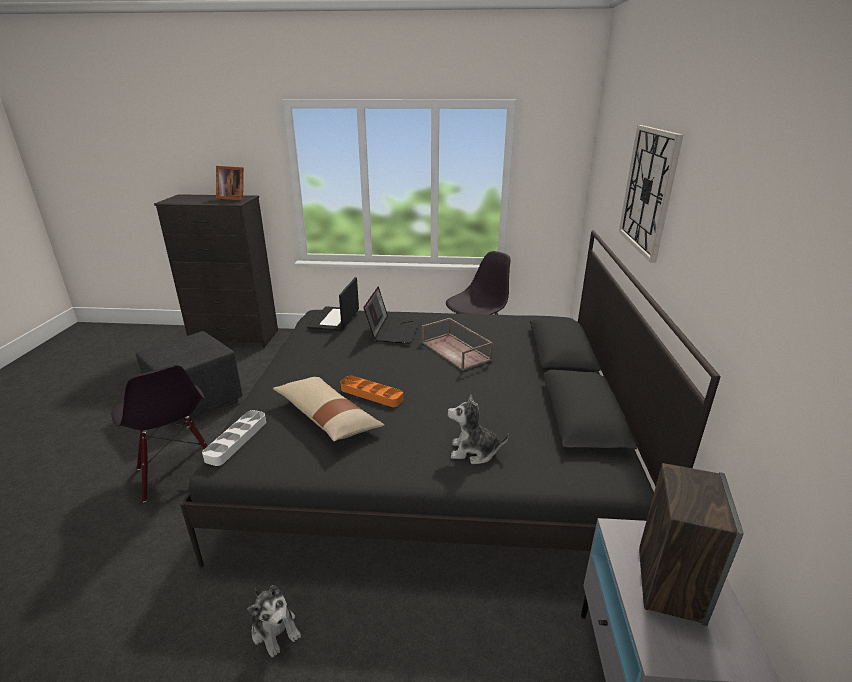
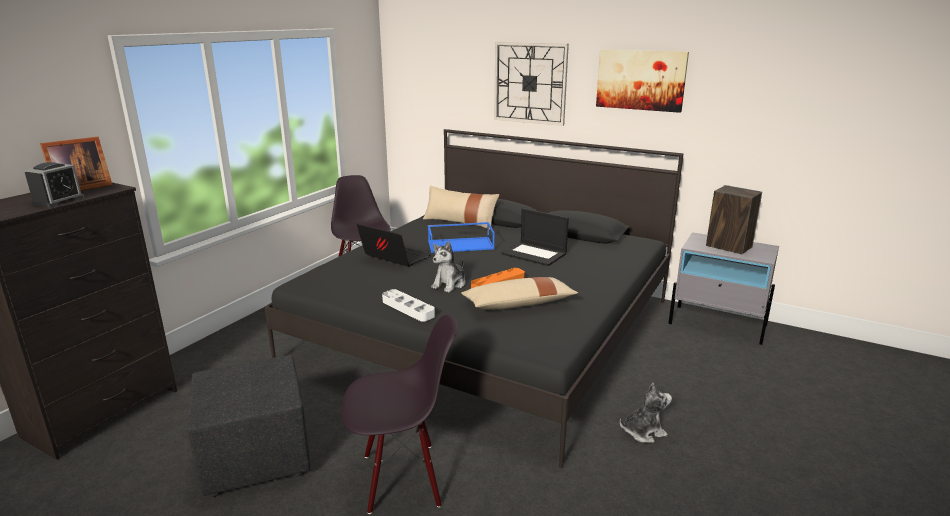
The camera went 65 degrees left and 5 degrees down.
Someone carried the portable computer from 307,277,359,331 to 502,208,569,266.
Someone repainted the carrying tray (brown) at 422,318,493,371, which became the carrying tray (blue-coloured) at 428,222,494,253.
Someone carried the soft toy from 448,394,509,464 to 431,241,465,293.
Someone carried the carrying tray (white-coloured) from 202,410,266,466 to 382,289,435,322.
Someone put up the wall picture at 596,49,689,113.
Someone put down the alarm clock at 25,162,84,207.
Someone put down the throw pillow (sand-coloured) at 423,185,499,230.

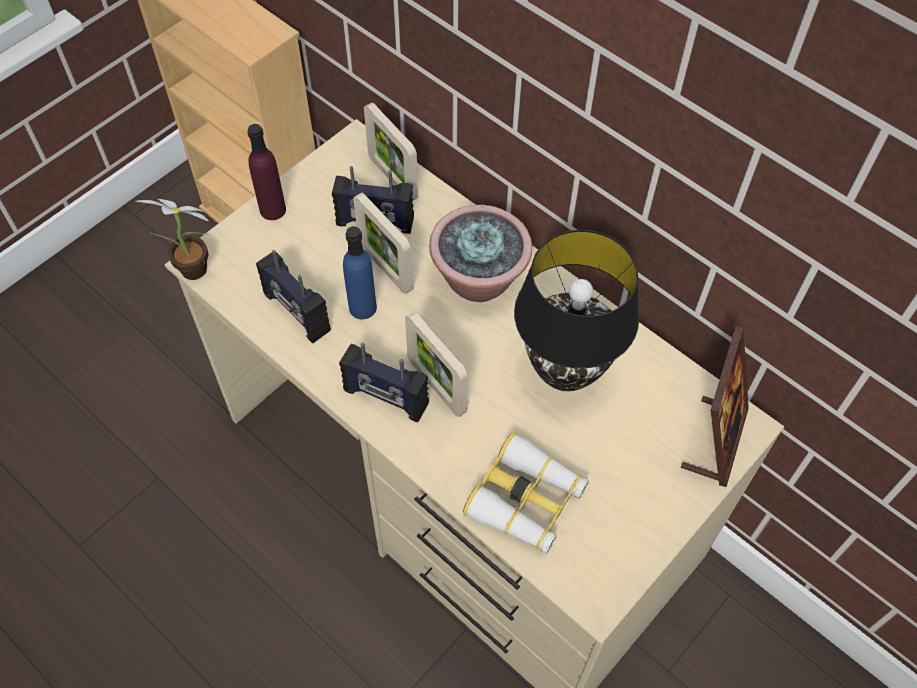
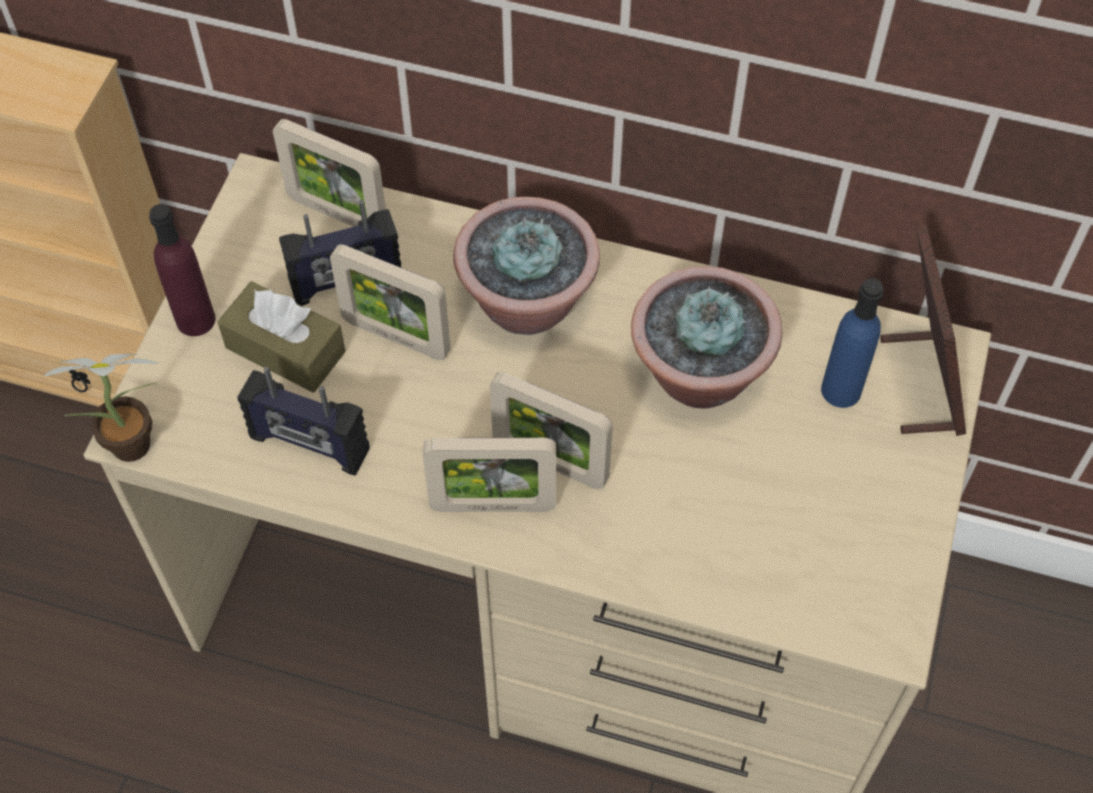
The camera went 25 degrees left and 0 degrees up.
Someone carried the drink bottle (blue-coloured) from 343,226,377,319 to 821,278,884,408.
Someone swapped the table lamp (blackish) at 514,230,639,391 for the houseplant at 631,266,782,409.
Someone swapped the radio at 339,343,429,422 for the picture frame at 423,438,556,512.
Someone took away the field glasses at 463,432,589,554.
Someone put down the tissue box (brown) at 217,281,346,393.

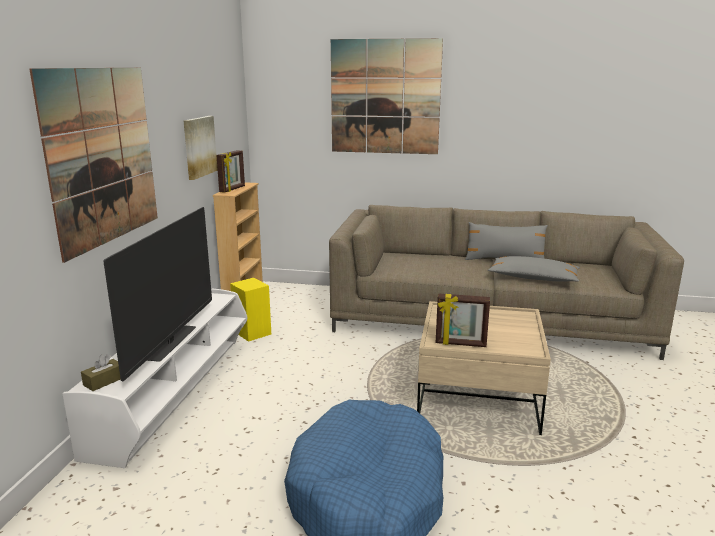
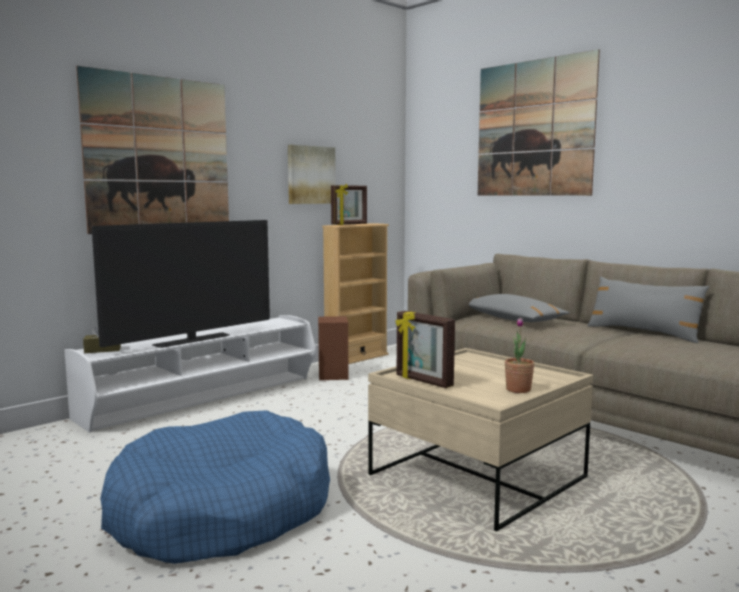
The camera went 35 degrees right and 10 degrees down.
Someone carried the throw pillow (gray) from 488,256,580,282 to 469,294,570,322.
Someone repainted the audio speaker (yellow) at 230,278,271,342, which became the audio speaker (brown) at 318,316,348,380.
Someone put down the houseplant at 505,317,535,393.

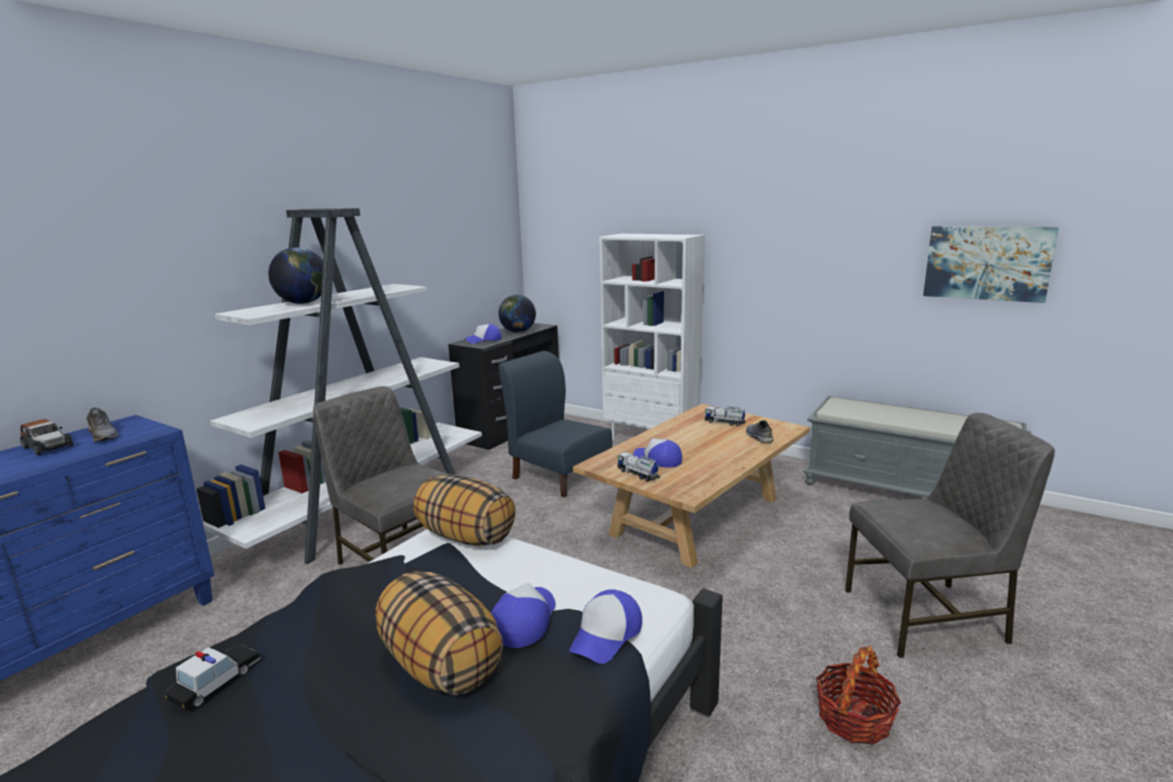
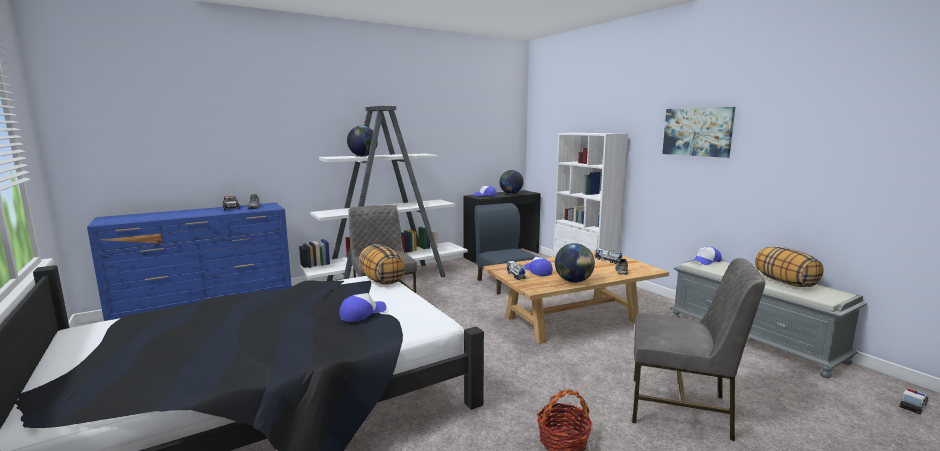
The camera went 25 degrees right and 5 degrees down.
Someone carried the wall picture from 923,226,1059,303 to 662,107,735,158.
Someone carried the throw pillow from 375,571,503,695 to 755,246,824,287.
Someone carried the cap from 570,589,642,664 to 693,247,722,265.
Someone carried the toy car from 164,644,261,711 to 899,388,929,414.
Someone put down the world globe at 555,243,595,283.

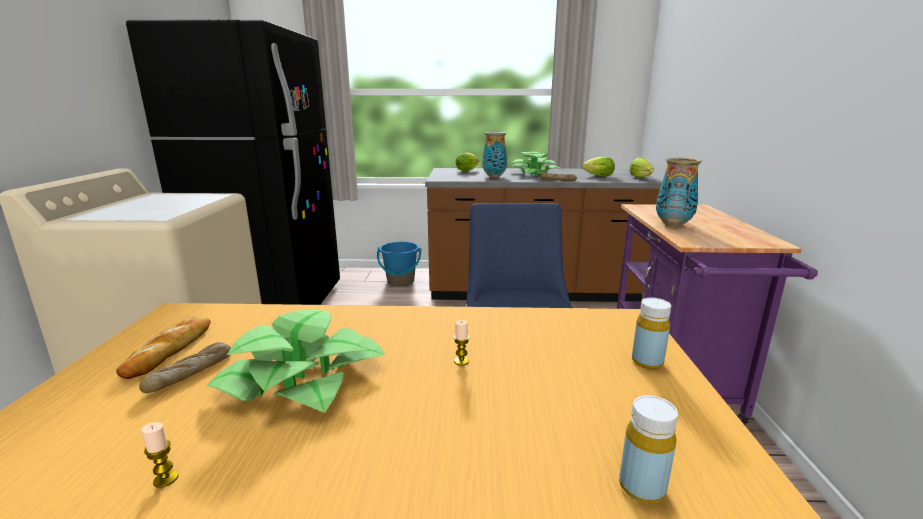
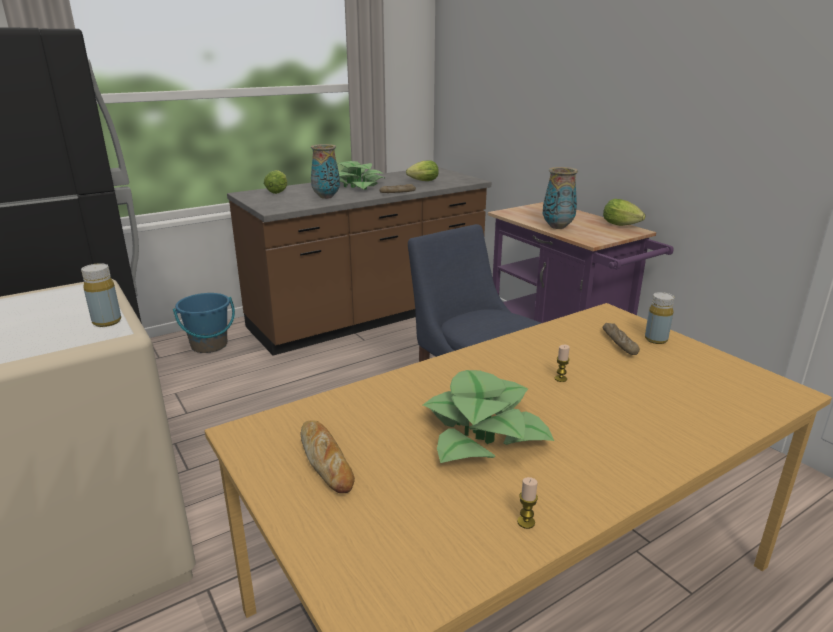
The camera went 35 degrees left and 5 degrees up.
Someone carried the lettuce head from 629,157,654,178 to 603,199,646,226.
Someone carried the bakery bread from 139,342,231,393 to 603,323,640,355.
Someone carried the drink bottle (yellow) from 619,395,678,504 to 81,263,121,327.

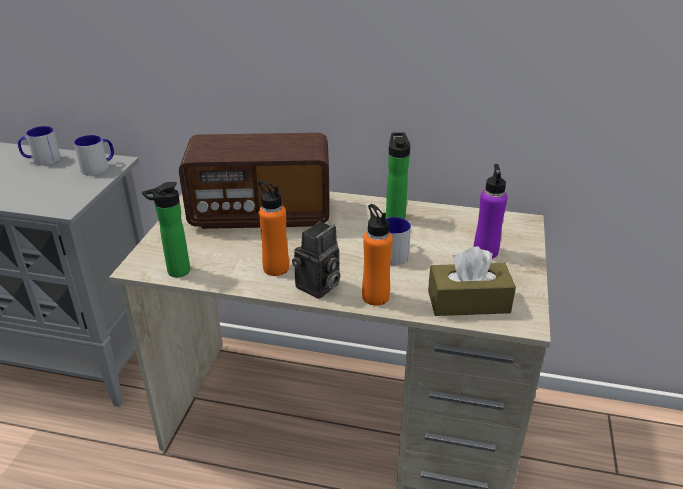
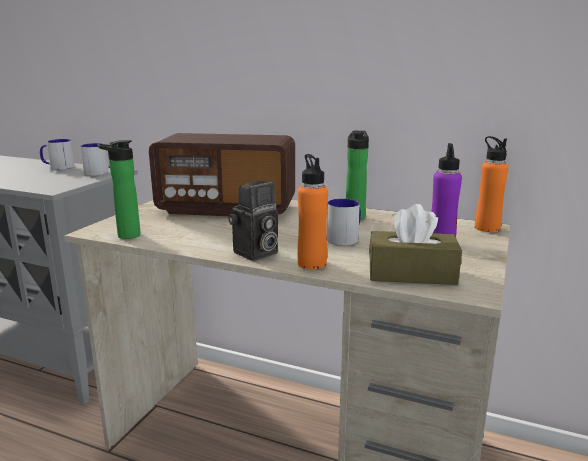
The camera went 10 degrees right and 15 degrees down.
Someone carried the drink bottle (orangey) from 258,180,289,276 to 475,136,509,232.

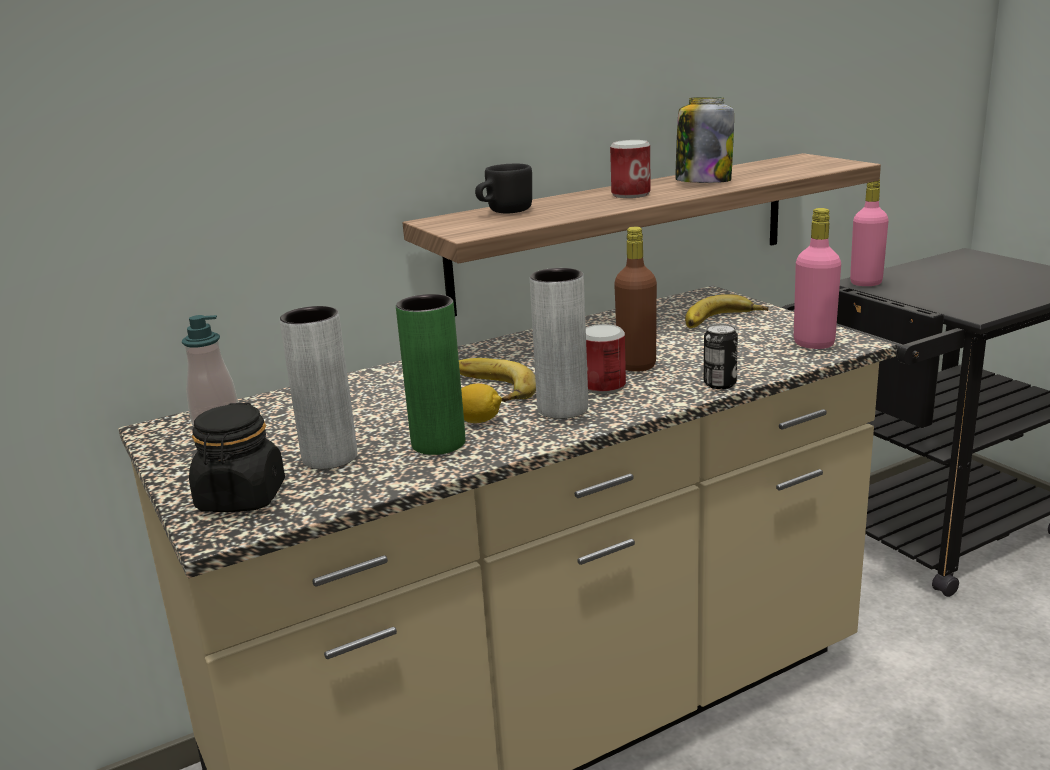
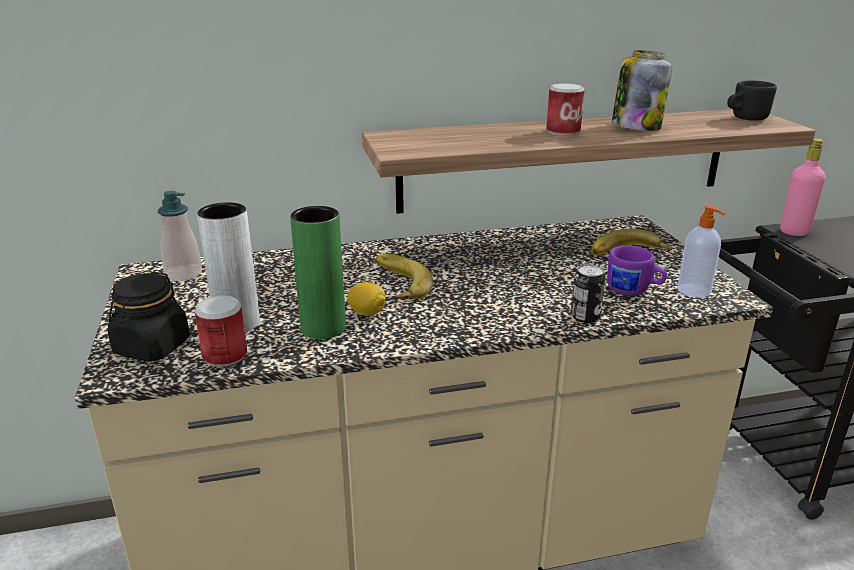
The camera went 15 degrees right and 5 degrees up.
Someone carried the coffee mug (blackish) from 475,164,532,213 to 727,80,777,121.
Someone swapped the drink bottle (pink) at 794,208,841,349 for the soap bottle at 677,205,725,298.
Someone took away the drink bottle (brown) at 614,227,657,372.
Someone took away the vase (gray) at 530,268,588,419.
Someone carried the can from 586,324,626,394 to 195,296,247,367.
Someone put down the coffee mug (purplish) at 607,246,667,296.

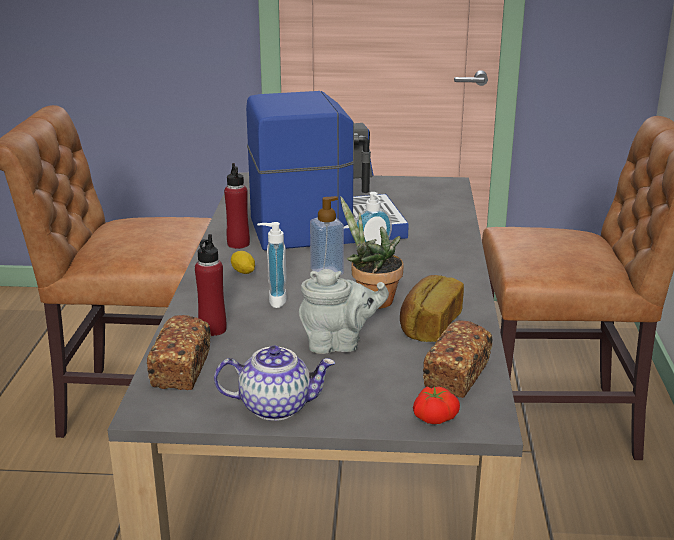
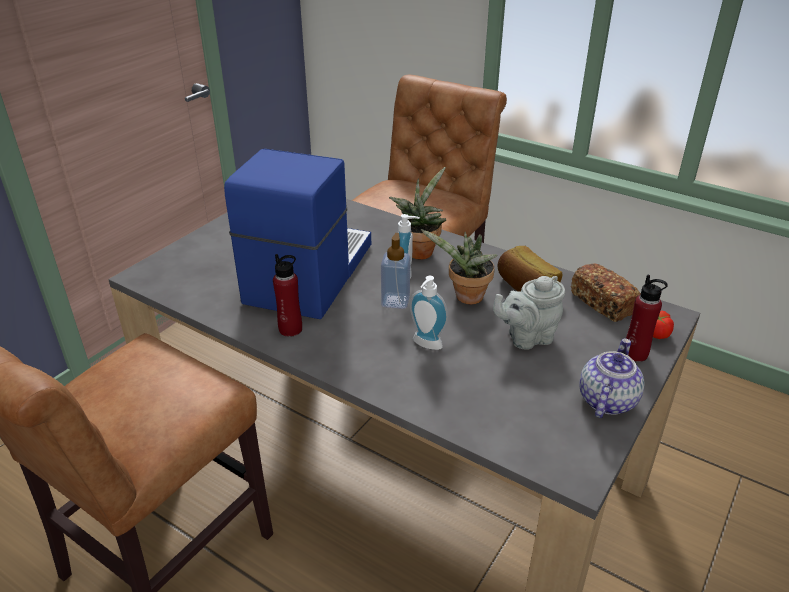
The camera went 60 degrees left and 10 degrees up.
Someone carried the drink bottle (red) from 195,234,226,336 to 626,275,668,362.
Someone took away the citrus fruit at 231,251,255,274.
Someone rotated the tea pot (gray) at 299,269,389,354 by 135 degrees counterclockwise.
Someone took away the bakery bread at 147,315,211,390.
Someone put down the houseplant at 389,167,447,260.

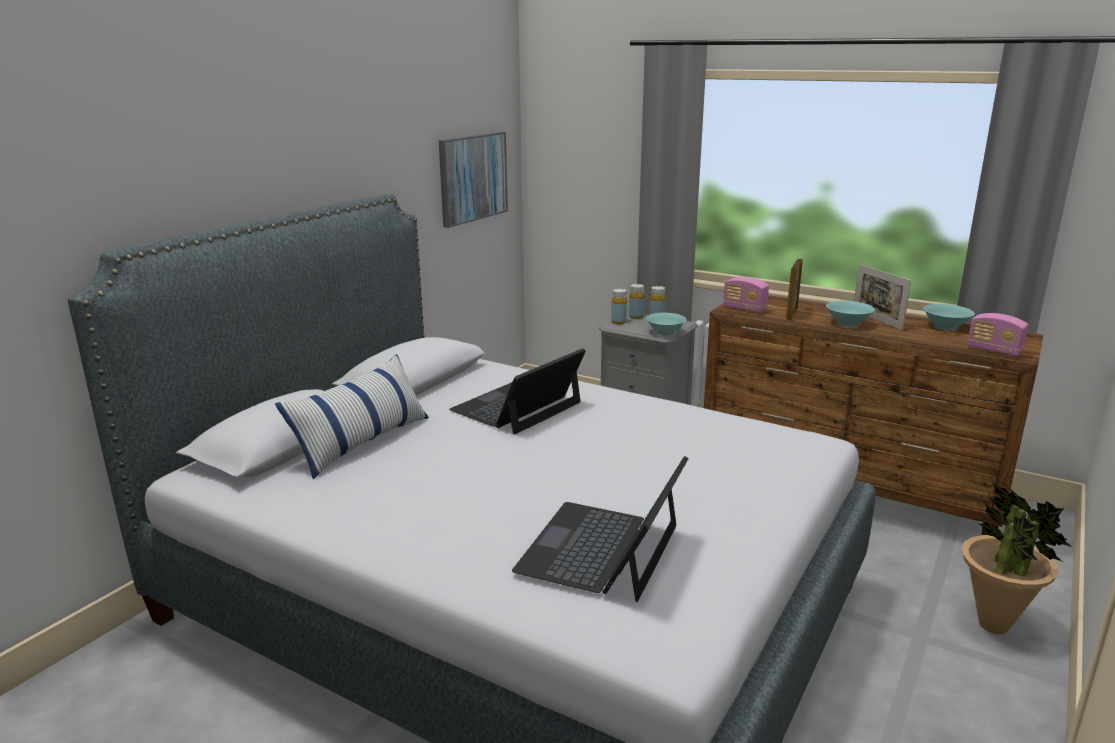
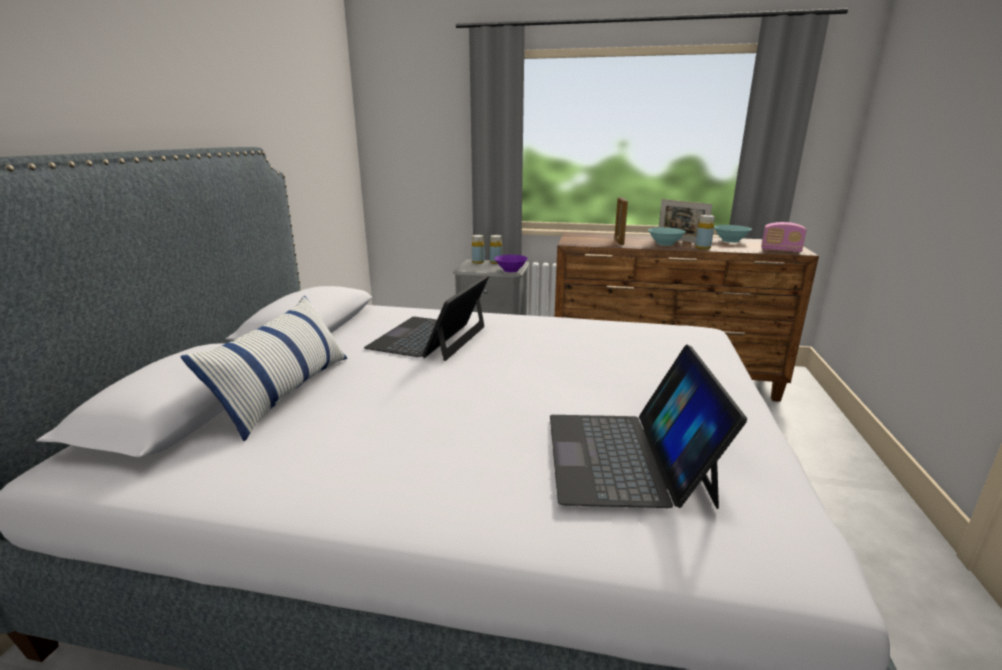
The camera went 20 degrees left and 0 degrees up.
Someone took away the wall picture at 439,132,508,228.
Someone took away the radio at 723,277,769,313.
Someone carried the drink bottle (yellow) from 611,288,627,324 to 695,215,715,249.
Someone repainted the deep dish (turquoise-coloured) at 646,313,687,336, which became the deep dish (purplish) at 494,255,528,272.
Someone took away the houseplant at 962,483,1072,634.

